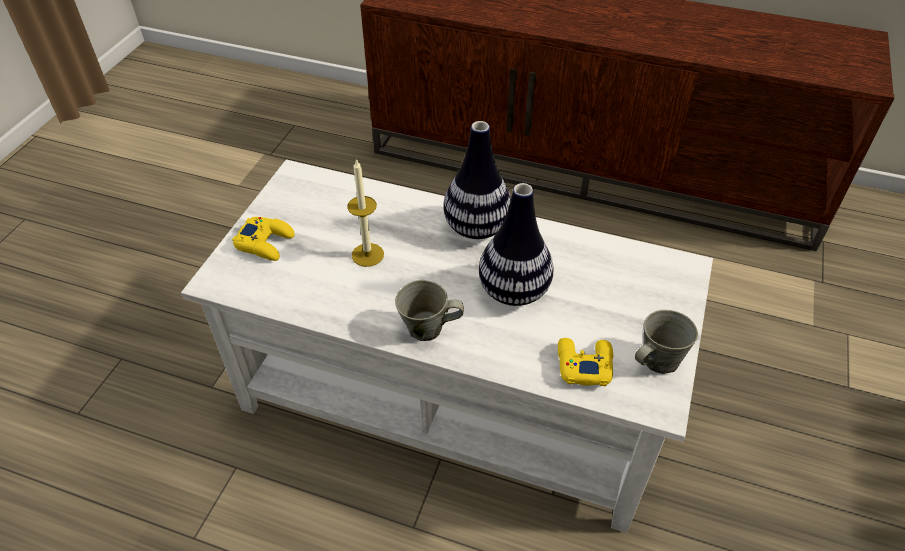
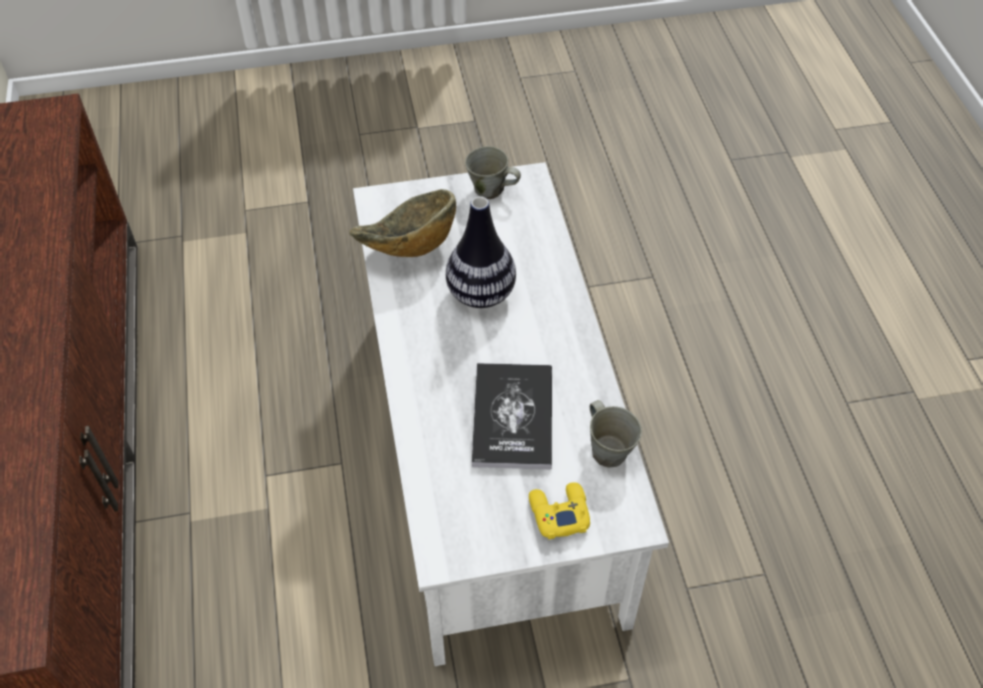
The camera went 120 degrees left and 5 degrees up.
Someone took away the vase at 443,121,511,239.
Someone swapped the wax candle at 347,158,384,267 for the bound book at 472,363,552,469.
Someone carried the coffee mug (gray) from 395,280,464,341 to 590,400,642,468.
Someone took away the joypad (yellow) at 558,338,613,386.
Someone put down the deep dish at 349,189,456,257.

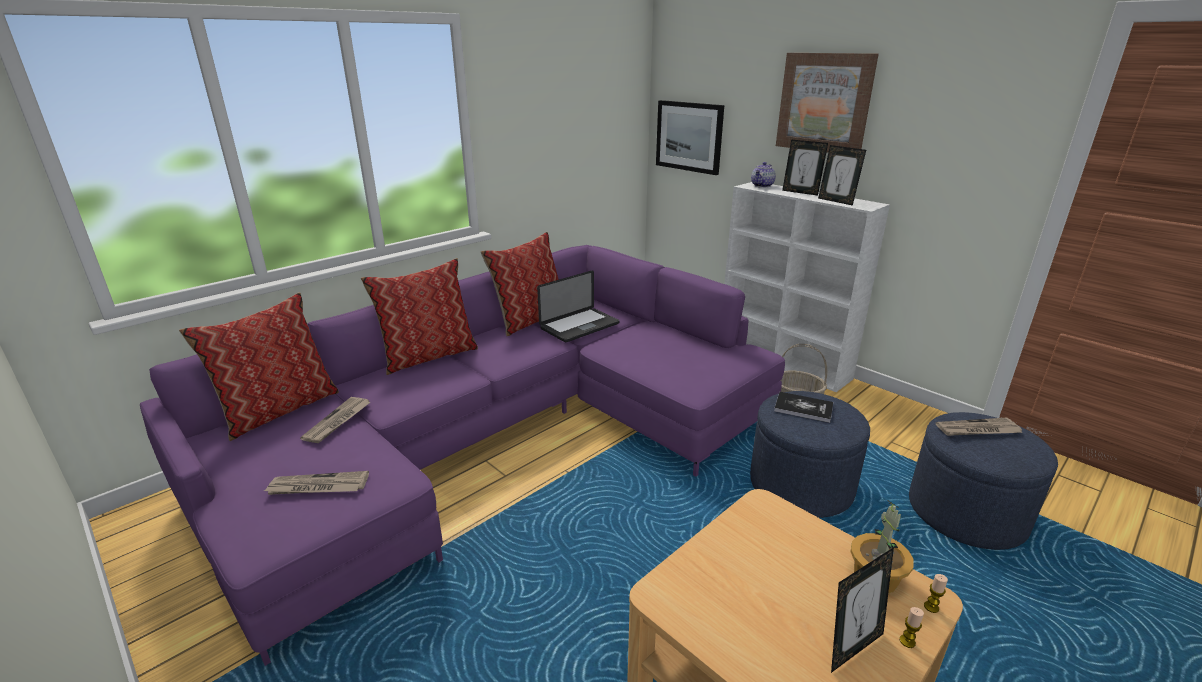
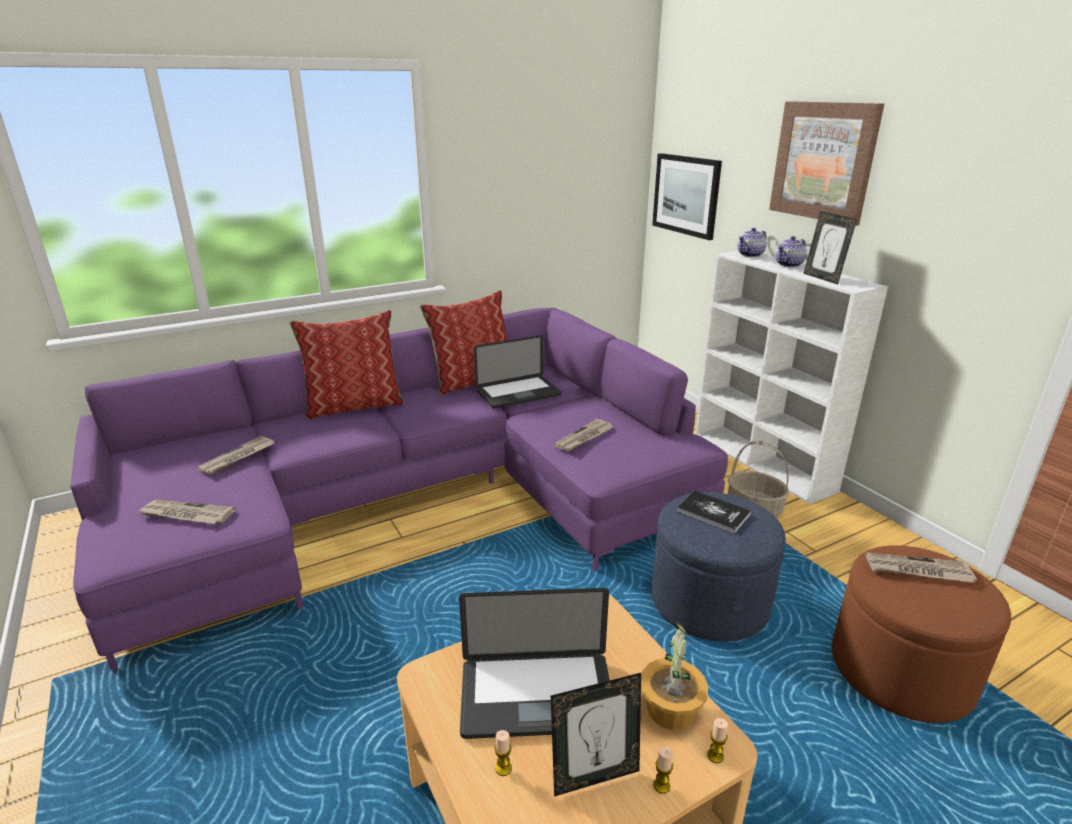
The camera went 15 degrees right and 0 degrees up.
Someone swapped the picture frame at 782,140,828,196 for the tea pot at 775,236,807,268.
Someone took away the throw pillow at 179,292,339,441.
Someone repainted the ottoman (blue-coloured) at 909,412,1058,550, which became the ottoman (brown) at 832,545,1011,723.
Someone put down the newspaper at 553,419,613,452.
Someone put down the portable computer at 459,588,610,739.
Someone put down the wax candle at 494,730,512,776.

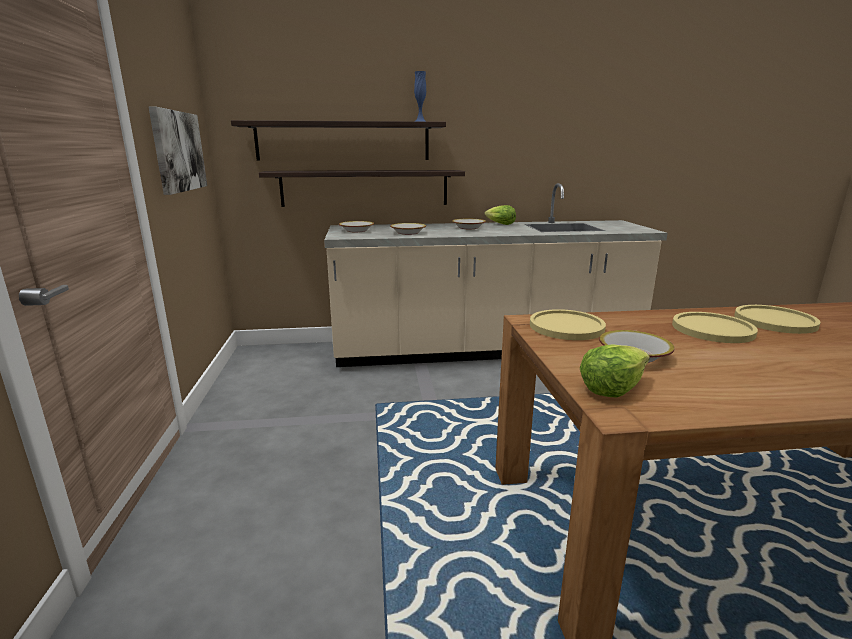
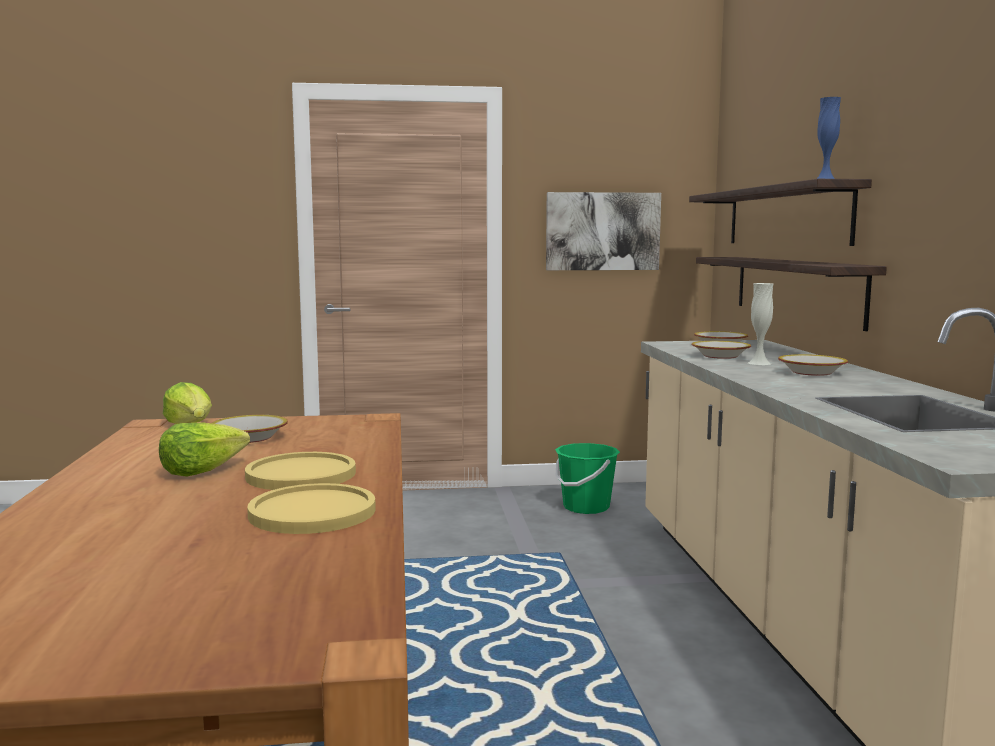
The camera went 90 degrees right and 10 degrees down.
Someone carried the lettuce head from 484,205,516,225 to 159,422,250,476.
Someone took away the plate (yellow) at 530,309,606,340.
Someone put down the vase (white-coloured) at 748,283,773,365.
Someone put down the bucket (green-coloured) at 555,443,620,514.

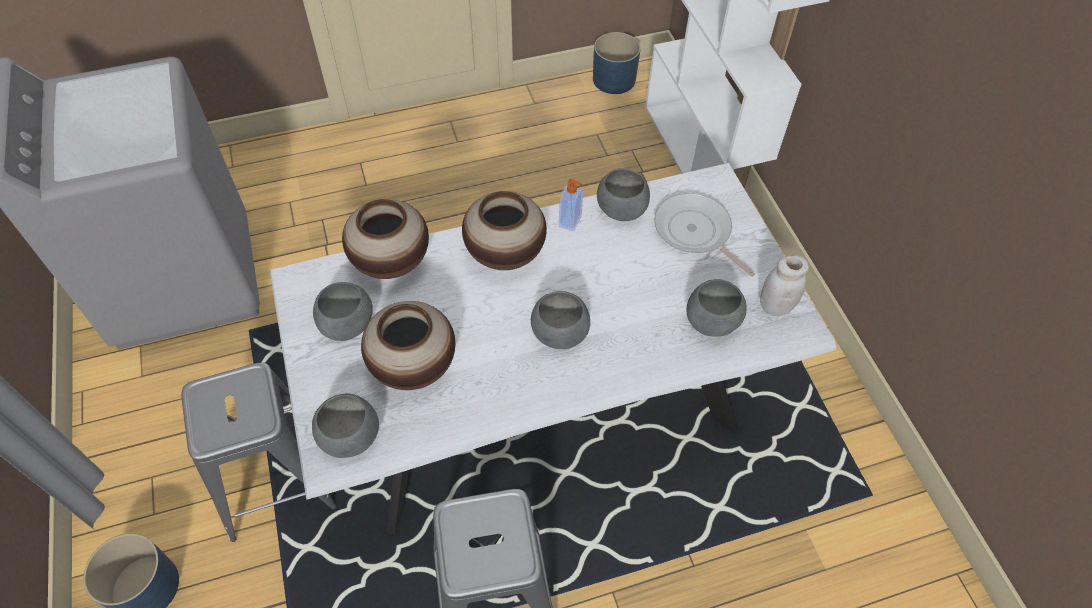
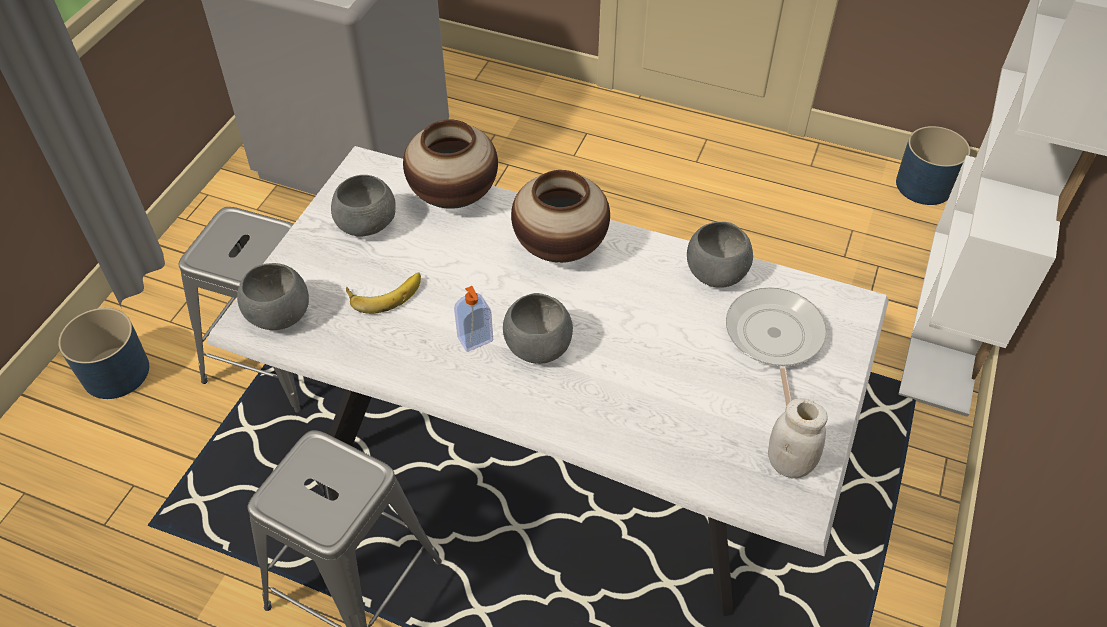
The camera went 40 degrees right and 5 degrees down.
Someone carried the soap bottle from 559,179,583,232 to 454,286,493,352.
Someone took away the deep dish (gray) at 687,279,747,336.
Someone swapped the vase at 361,301,455,390 for the banana at 346,272,421,314.

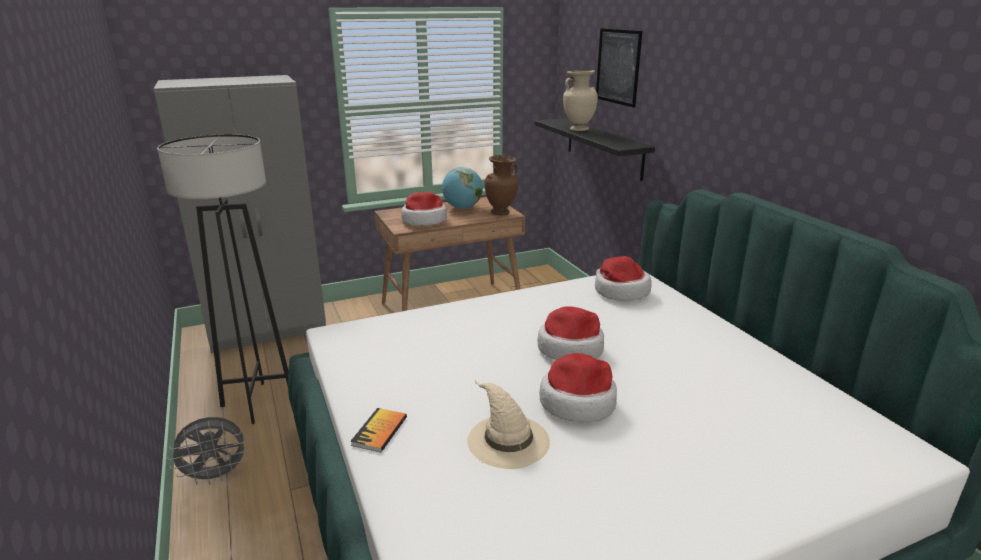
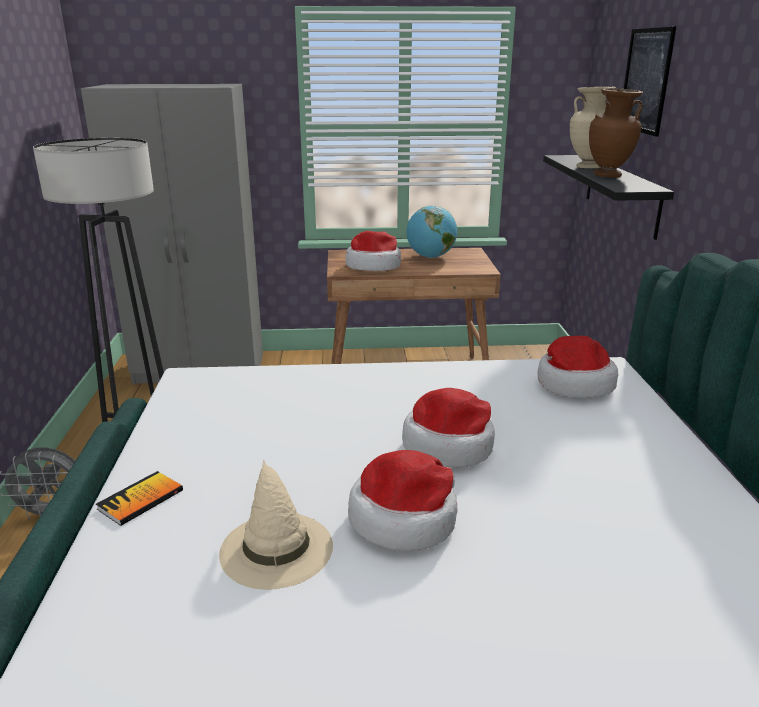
The camera went 20 degrees right and 0 degrees up.
Someone carried the vase (brown) from 485,155,518,215 to 589,89,643,178.

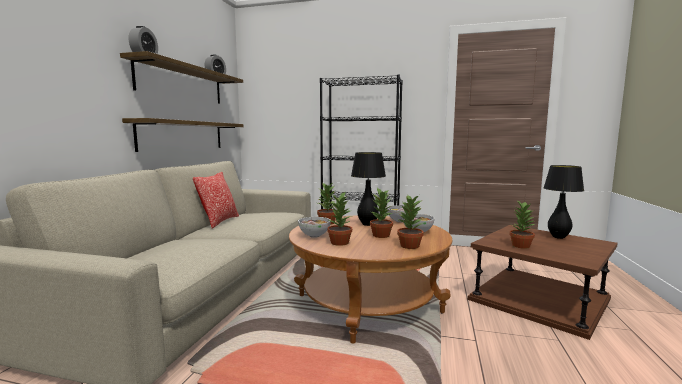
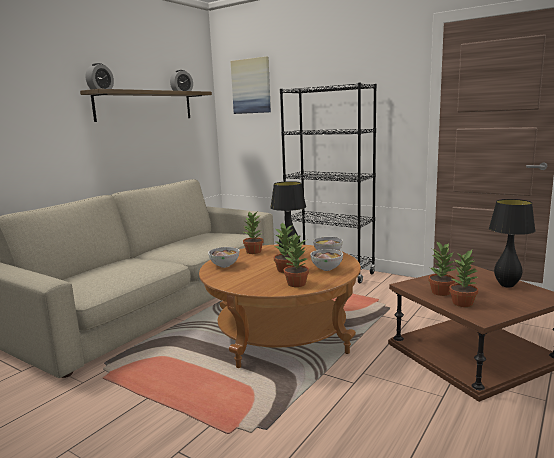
The camera went 20 degrees right and 5 degrees up.
Someone took away the shelf at 122,118,244,152.
Someone took away the throw pillow at 193,172,239,229.
Someone carried the houseplant from 327,191,352,246 to 449,250,478,307.
Someone put up the wall picture at 231,56,271,114.

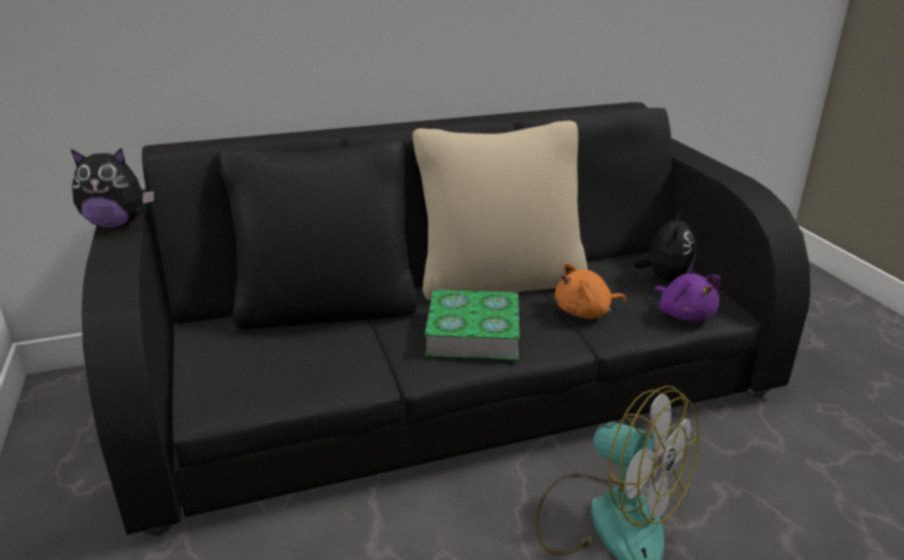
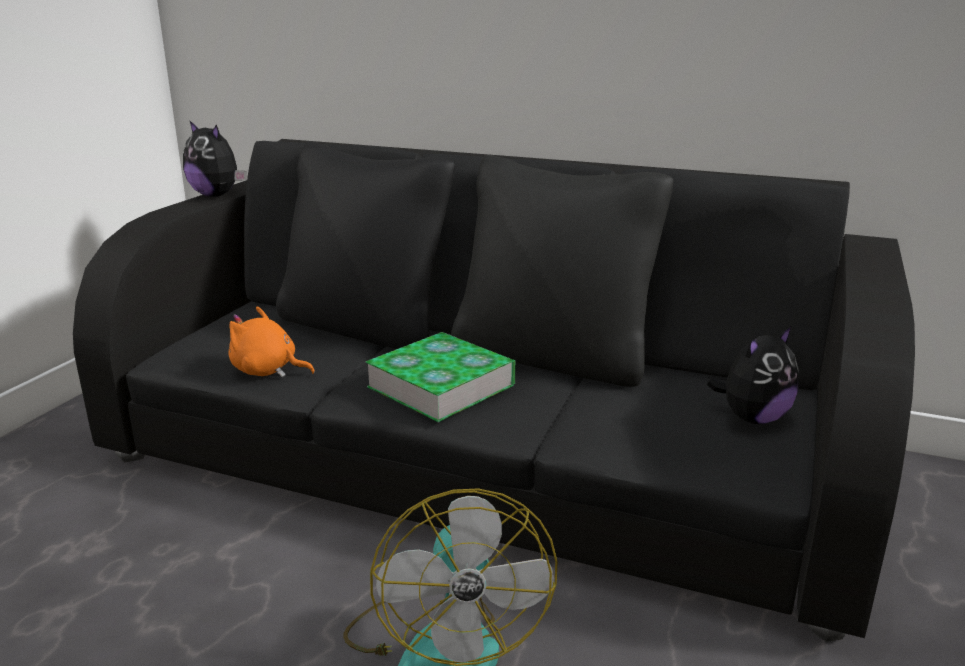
The camera went 40 degrees right and 5 degrees down.
Someone repainted the throw pillow (sand-coloured) at 413,121,588,300, which became the throw pillow (blackish) at 451,155,674,387.
Someone carried the soft toy (orangey) from 555,263,626,319 to 228,306,315,377.
Someone took away the soft toy (purplish) at 654,273,720,321.

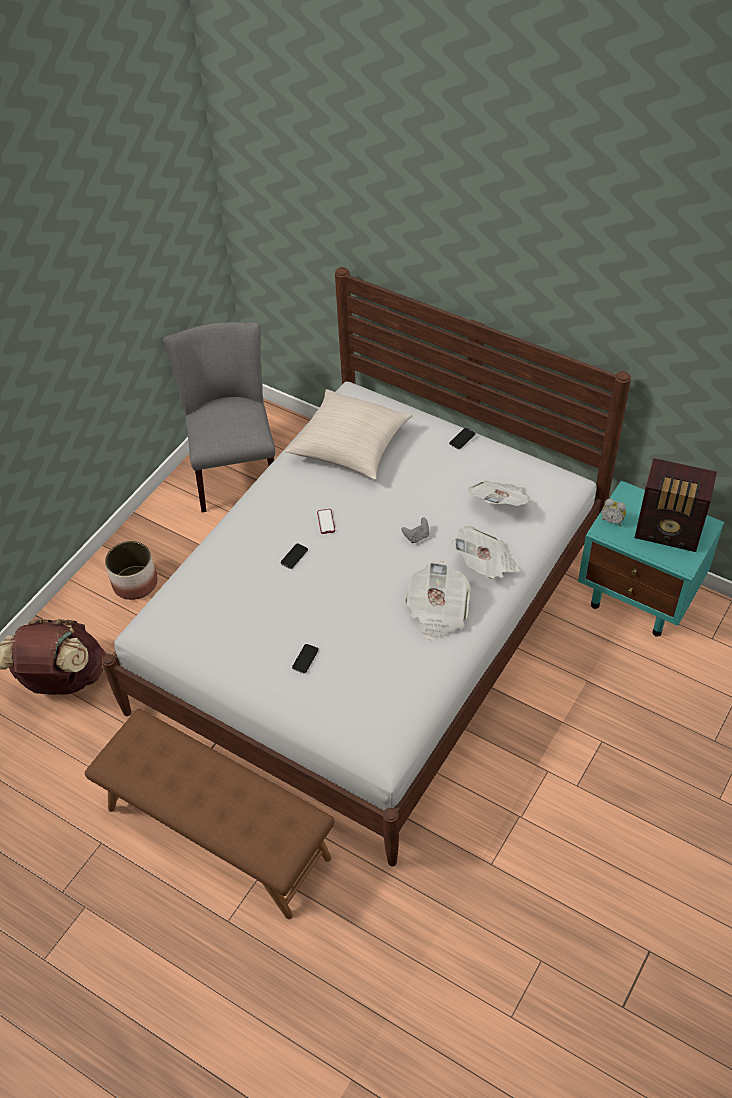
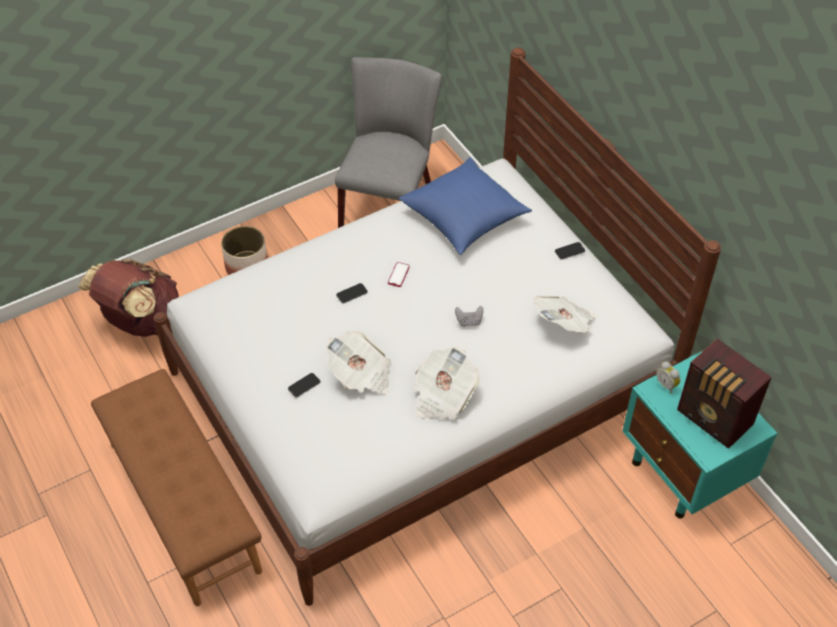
The camera went 25 degrees right and 0 degrees up.
Someone repainted the throw pillow (sand-coloured) at 285,389,413,480, which became the throw pillow (blue-coloured) at 399,157,532,255.
Someone carried the newspaper from 452,526,520,579 to 327,331,391,394.

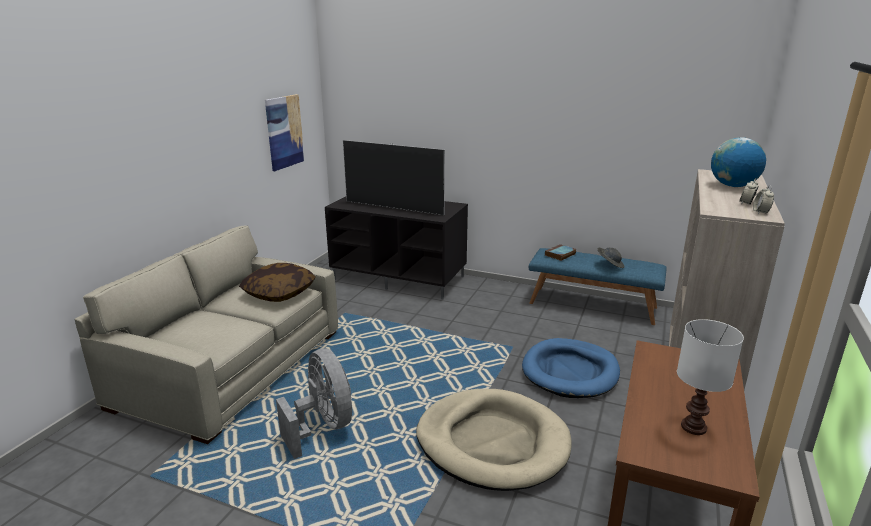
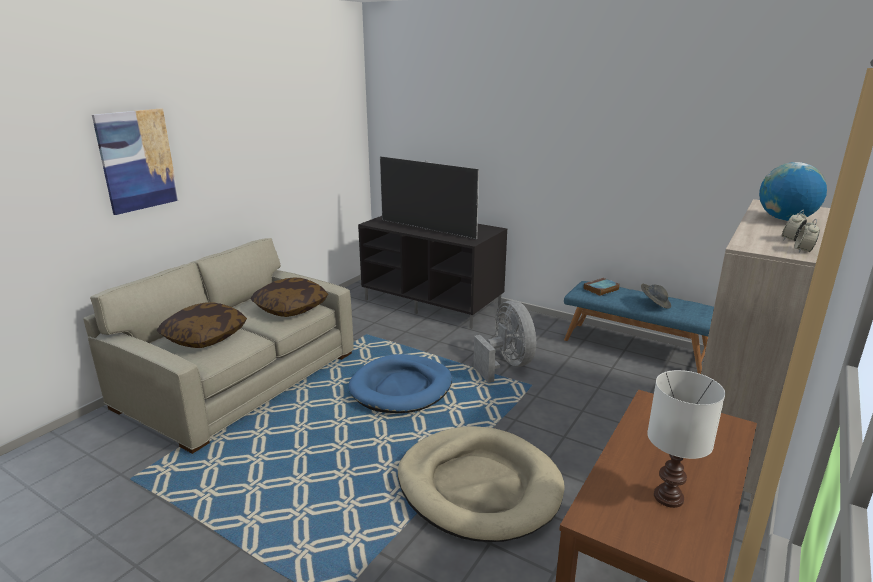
The camera went 10 degrees right and 0 degrees up.
Someone carried the wall picture from 265,94,305,171 to 92,109,179,215.
Someone carried the pet bed (blue-coloured) from 522,338,620,398 to 348,354,452,413.
Someone carried the fan (gray) from 276,349,352,459 to 473,300,536,383.
Someone put down the throw pillow at 157,302,247,348.

